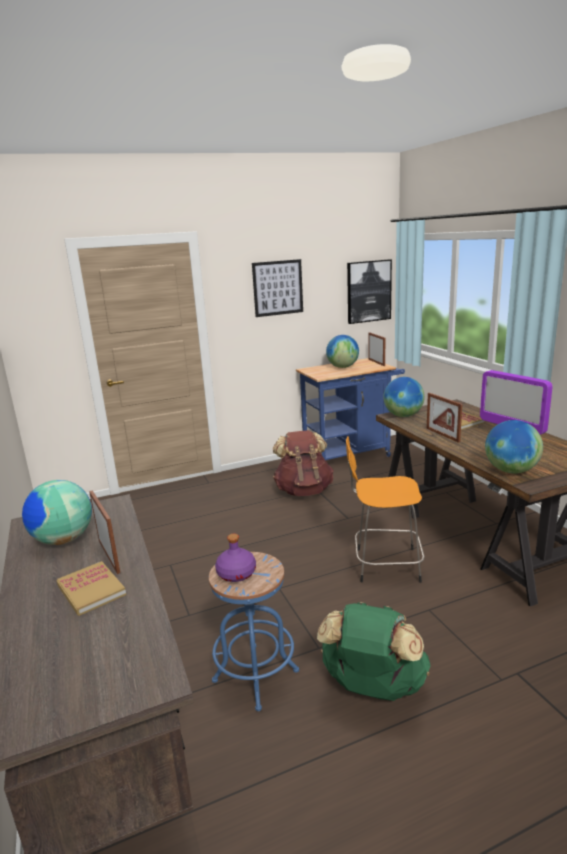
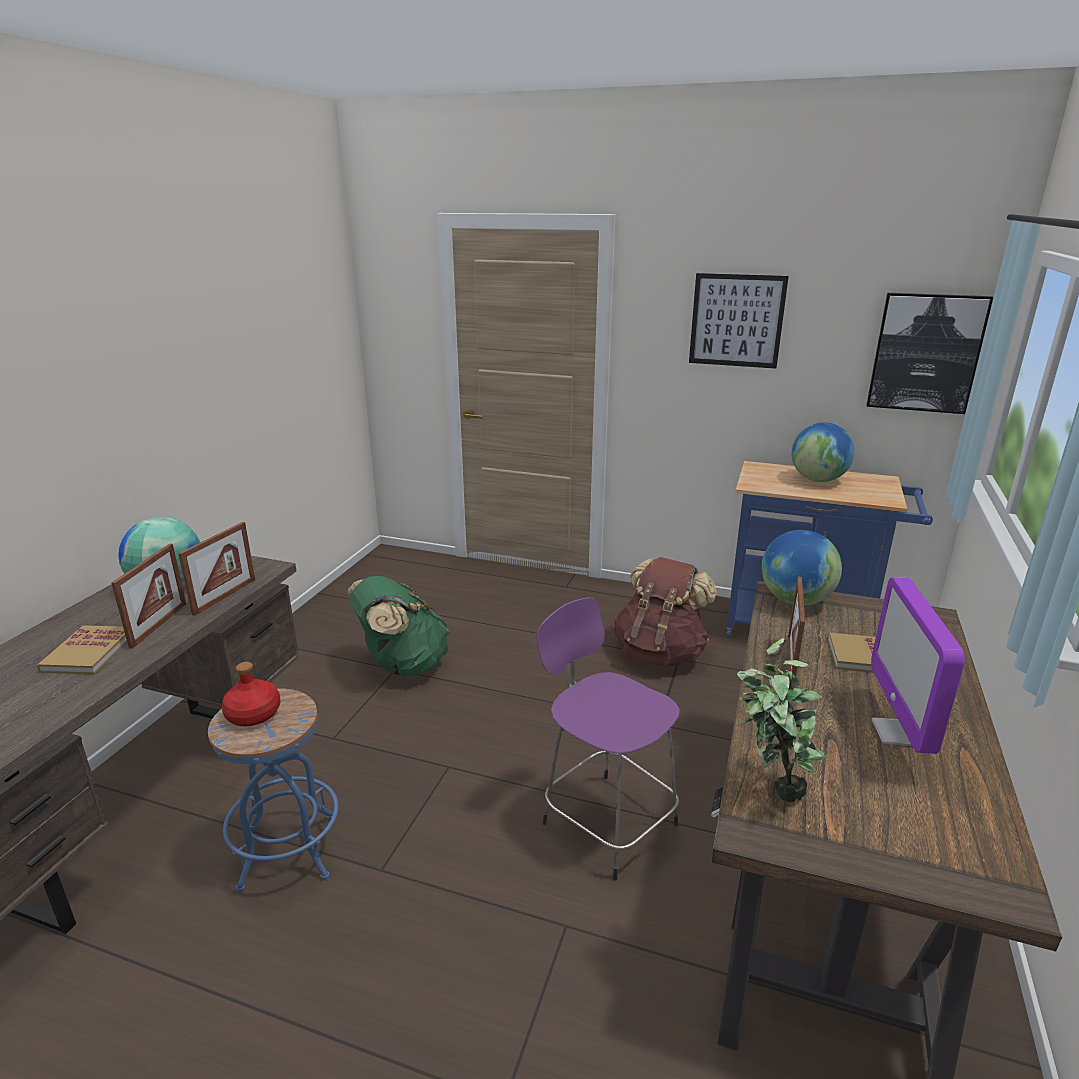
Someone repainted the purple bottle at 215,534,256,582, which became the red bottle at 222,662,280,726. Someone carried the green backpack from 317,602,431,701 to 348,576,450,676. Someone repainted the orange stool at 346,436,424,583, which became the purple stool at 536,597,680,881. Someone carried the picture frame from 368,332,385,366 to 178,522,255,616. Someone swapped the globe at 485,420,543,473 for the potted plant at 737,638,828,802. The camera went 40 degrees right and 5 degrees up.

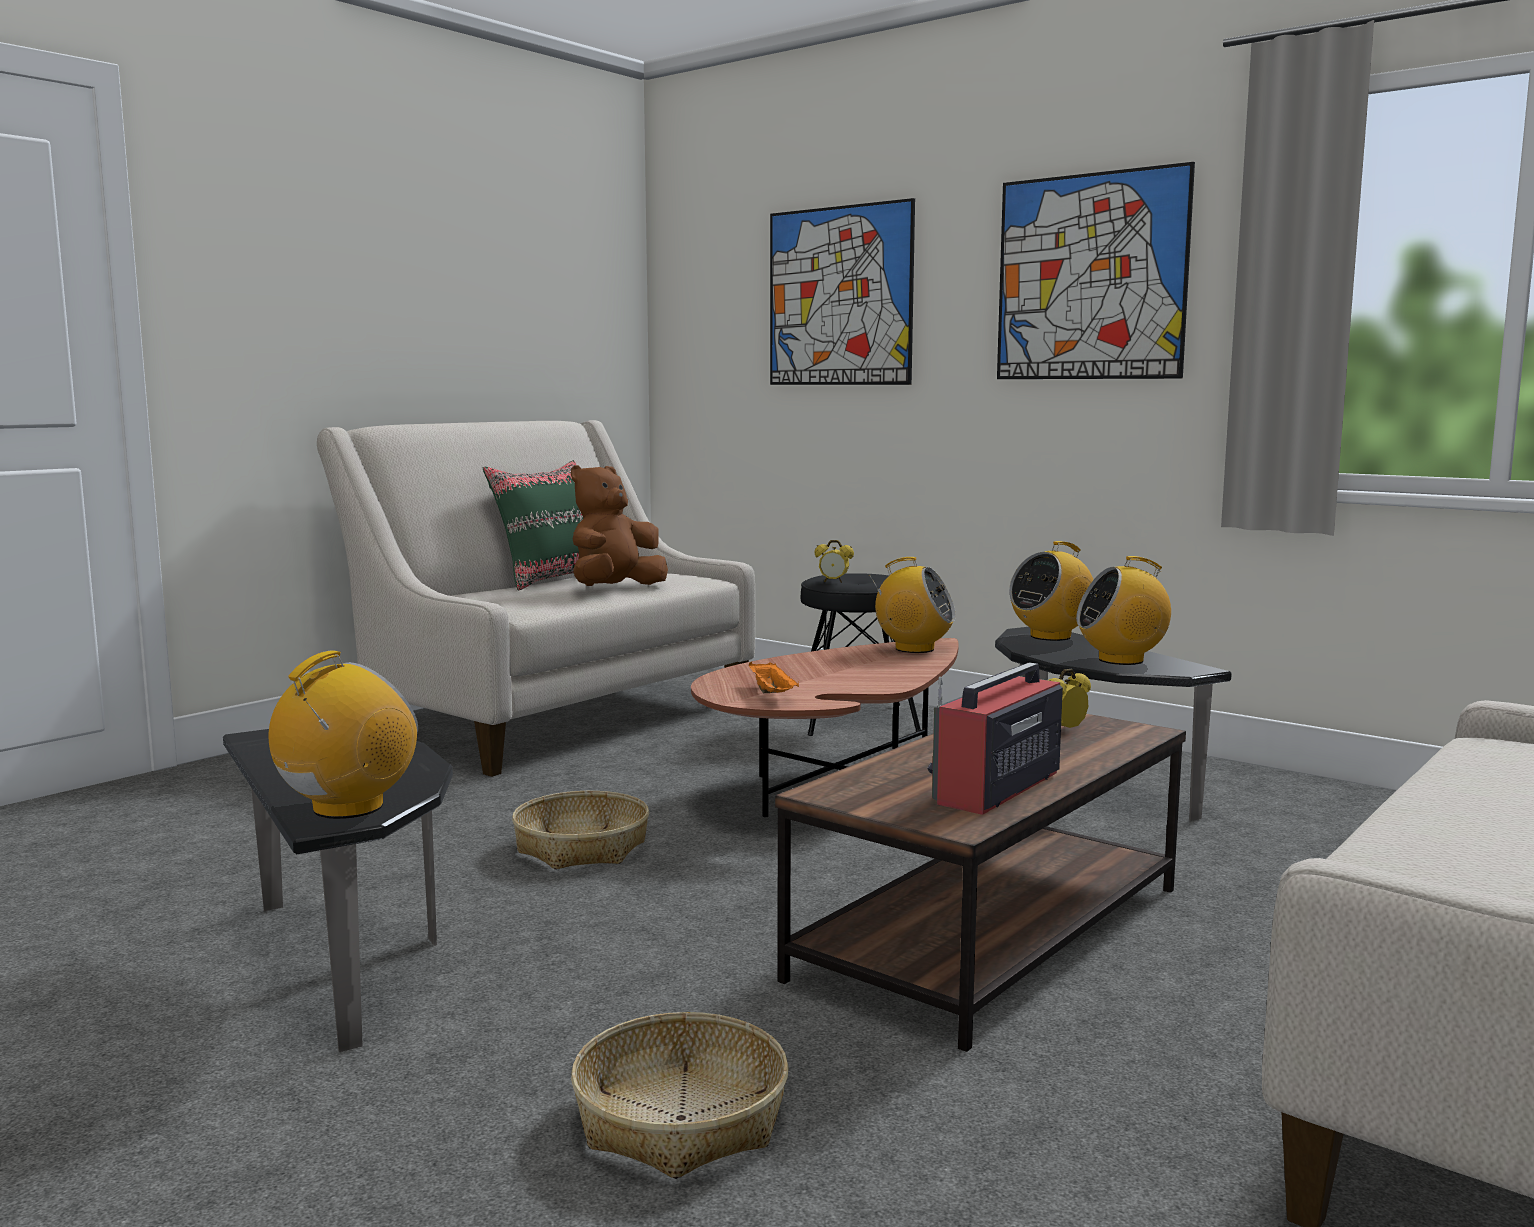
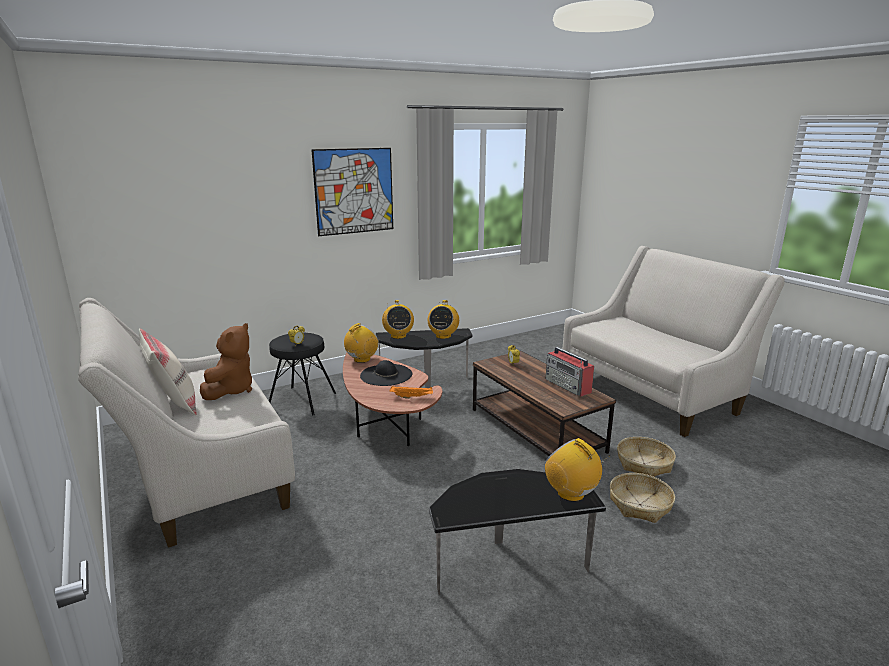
Someone repainted the green pillow at 483,460,583,591, which became the beige pillow at 139,328,196,415. Someone carried the basket from 512,791,649,869 to 617,437,676,477. Someone rotated the brown plush toy at 571,465,668,586 by 135 degrees counterclockwise. Someone took away the picture at 770,198,915,385. Someone put down the black hat at 360,360,412,386. The camera went 70 degrees left and 10 degrees up.

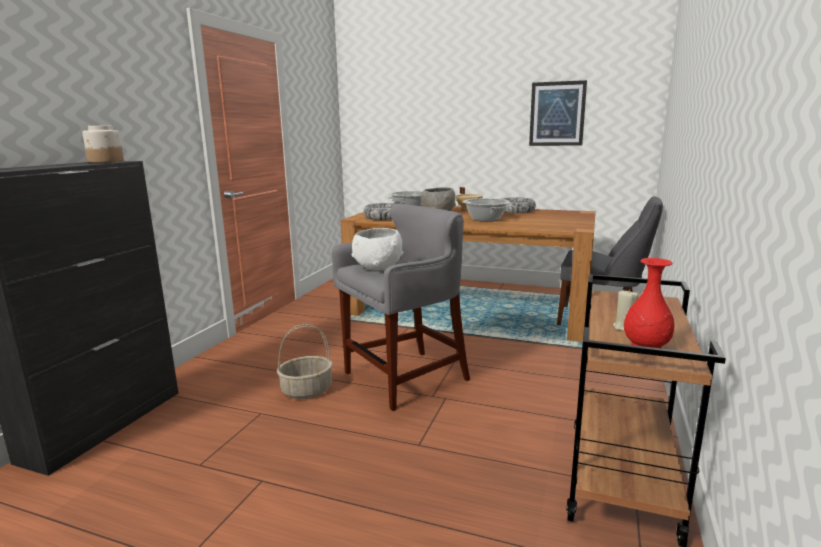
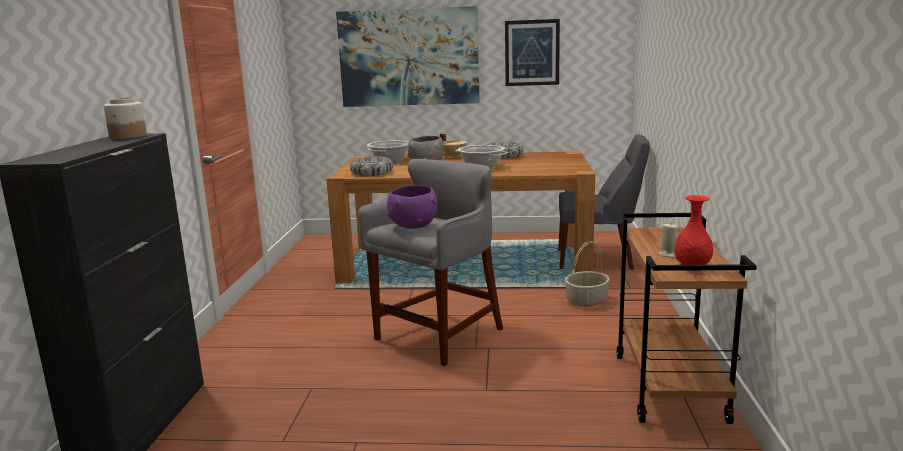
Someone carried the basket from 277,324,333,399 to 565,241,610,307. Someone repainted the white bowl at 351,228,403,271, which became the purple bowl at 387,185,438,229. Someone put up the picture at 336,6,480,107. The camera went 15 degrees left and 0 degrees up.

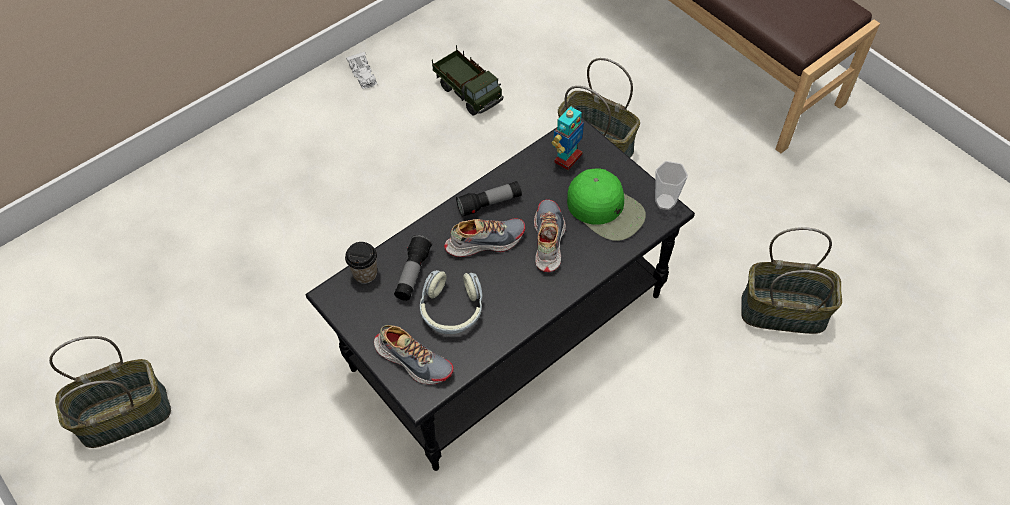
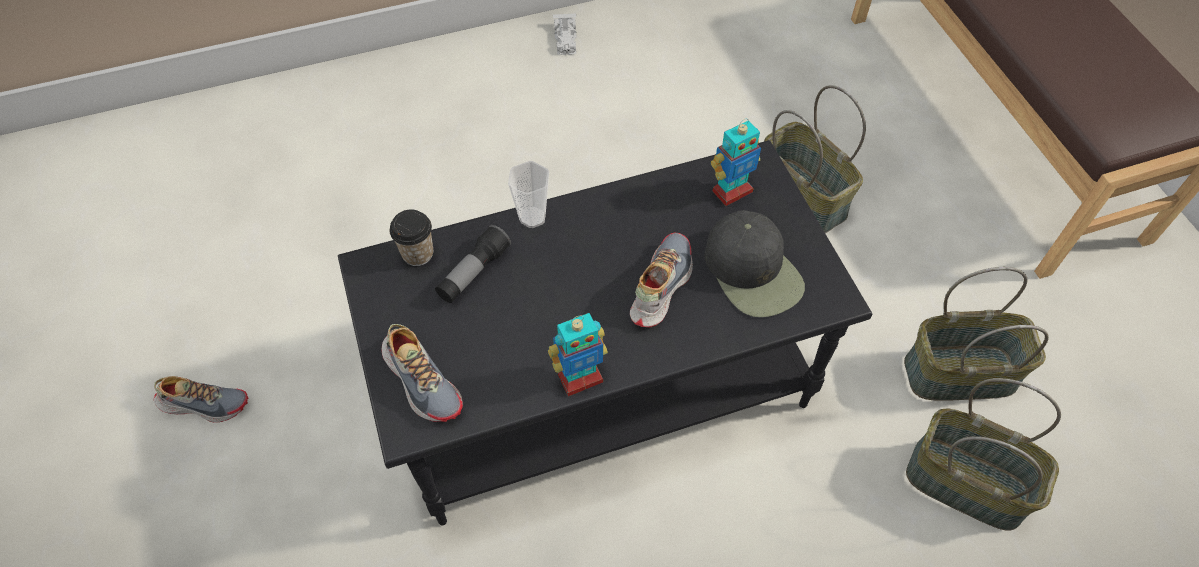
Someone carried the basket from 49,336,171,448 to 904,267,1049,401. Someone took away the headphones at 420,270,483,334. Someone took away the toy truck at 432,45,503,116. Someone carried the shoe from 444,218,525,257 to 154,376,248,423. Someone took away the flashlight at 456,181,522,217. Someone repainted the green cap at 567,168,646,241, which became the black cap at 705,210,805,317. Someone carried the cup from 655,161,688,210 to 508,161,549,228. Someone put down the toy robot at 548,313,608,396. The camera went 20 degrees right and 0 degrees up.

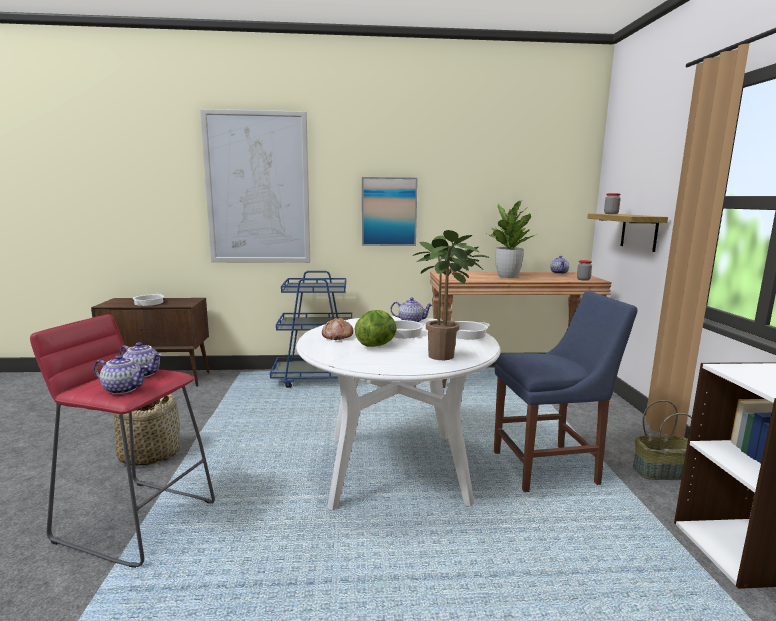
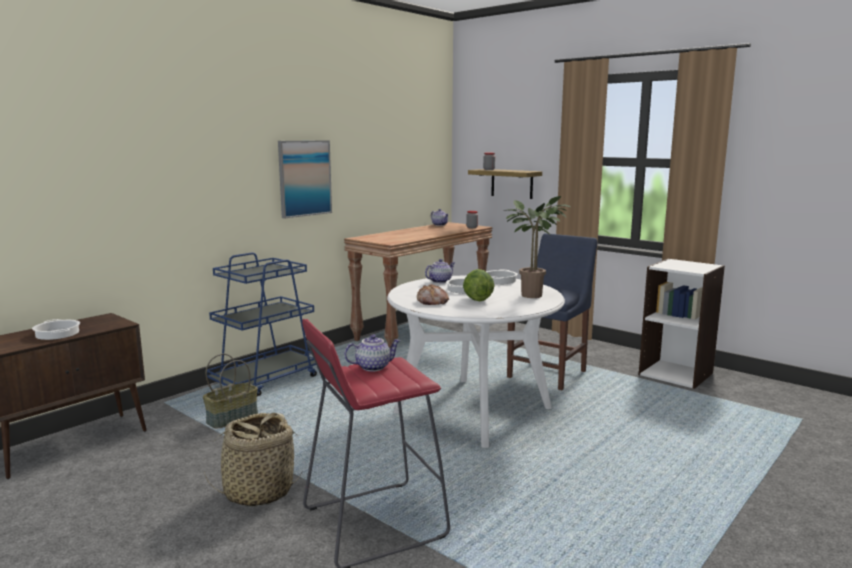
Someone took away the teapot at 94,355,148,394. Someone took away the picture at 200,109,310,263. Someone took away the potted plant at 488,201,537,278. Someone carried the basket from 633,400,692,480 to 203,353,258,428. The camera went 45 degrees left and 0 degrees up.

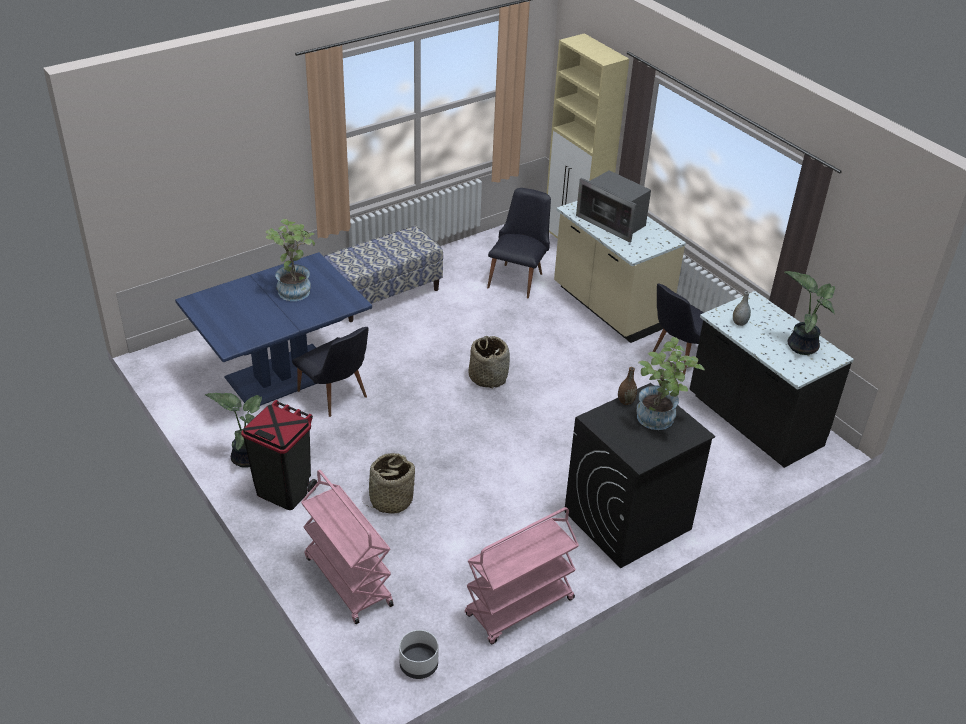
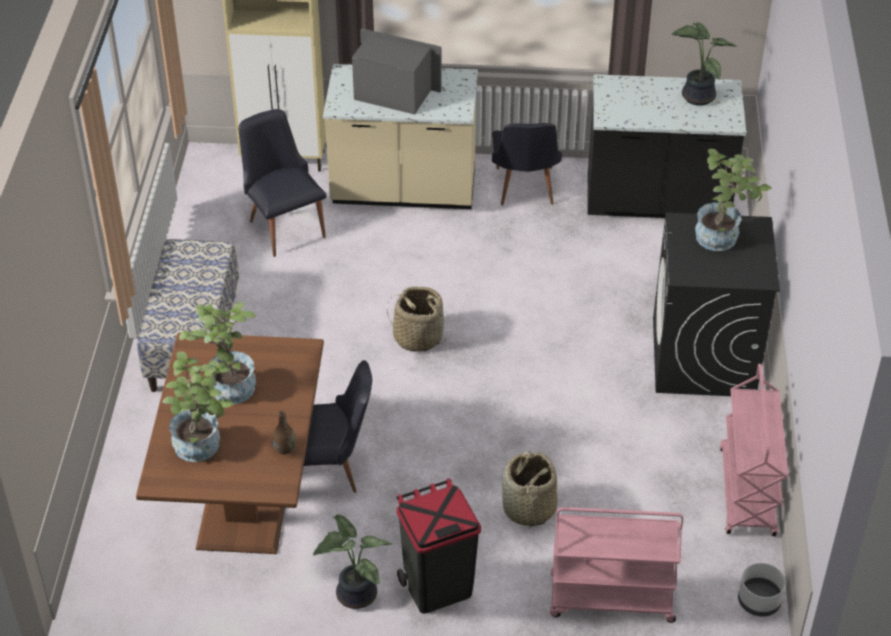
Someone repainted the blue dining table at 175,252,372,406, which became the brown dining table at 136,333,324,554. Someone rotated the microwave at 576,170,651,243 by 150 degrees counterclockwise. Someone carried the brown vase from 618,367,637,405 to 273,411,296,455. Someone took away the grey vase at 733,291,751,326. Someone put down the potted plant at 162,351,233,462. The camera went 50 degrees left and 5 degrees up.

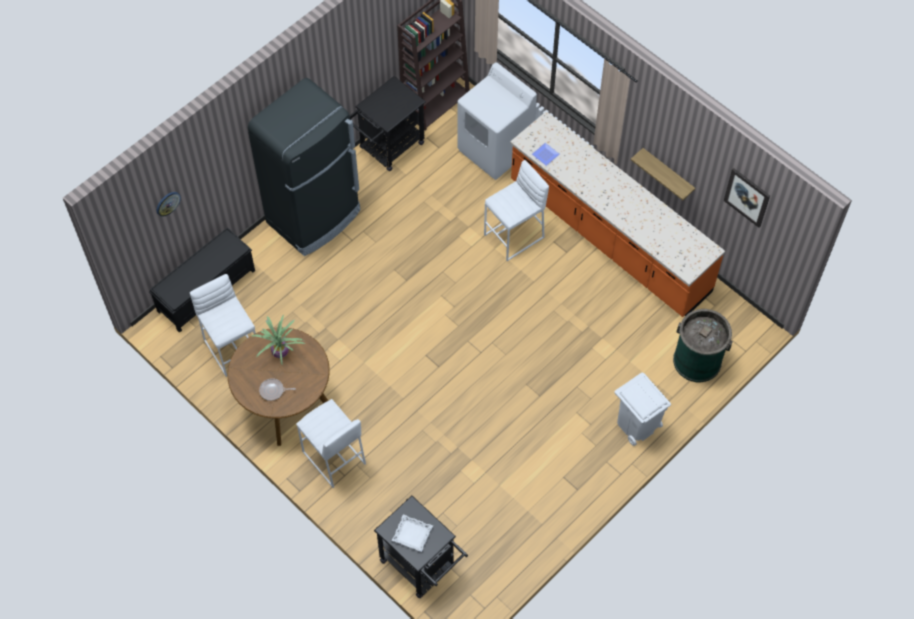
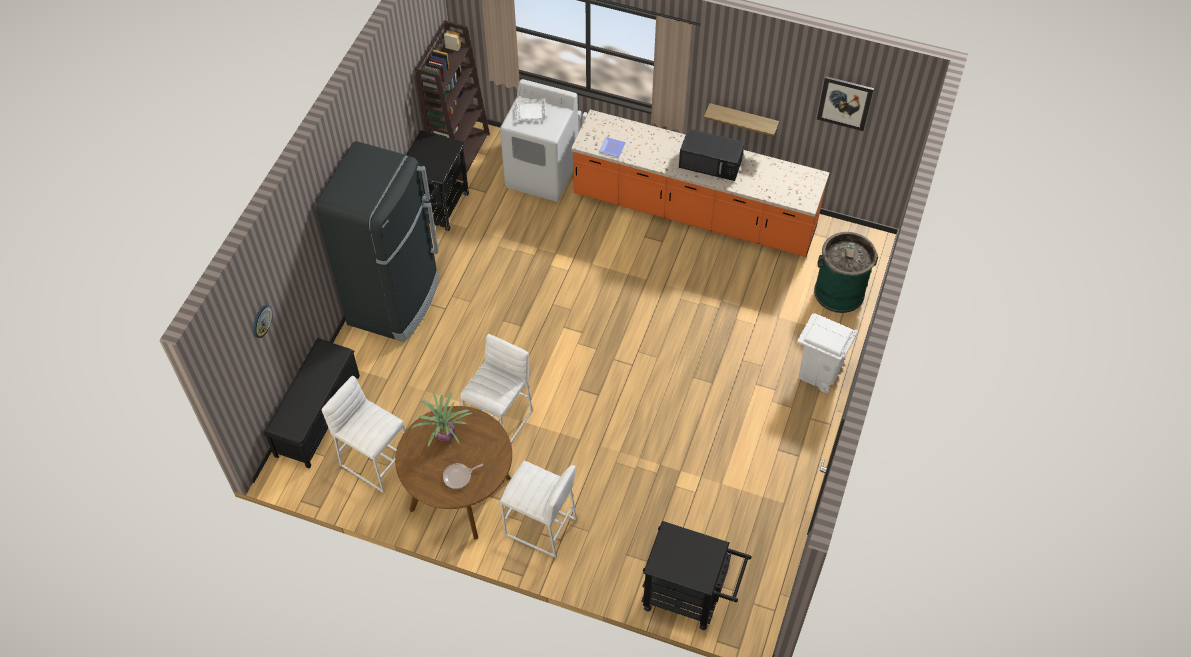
Someone carried the white tray from 391,514,433,552 to 515,98,546,120. Someone carried the white stool from 484,160,549,261 to 461,334,533,443. Someone put down the black microwave at 679,128,745,181. The camera went 25 degrees left and 5 degrees down.

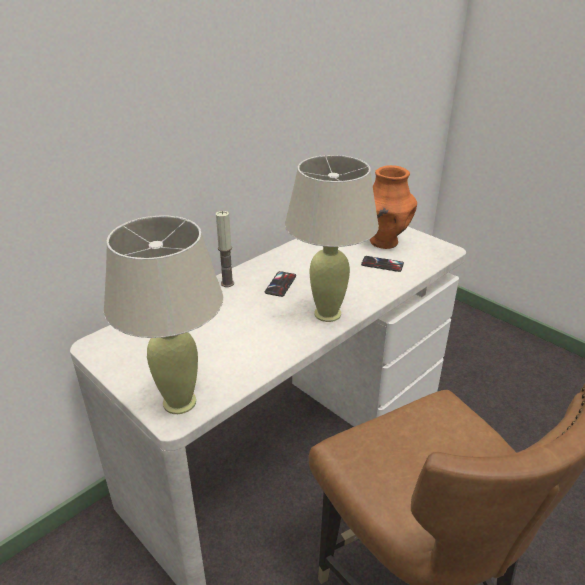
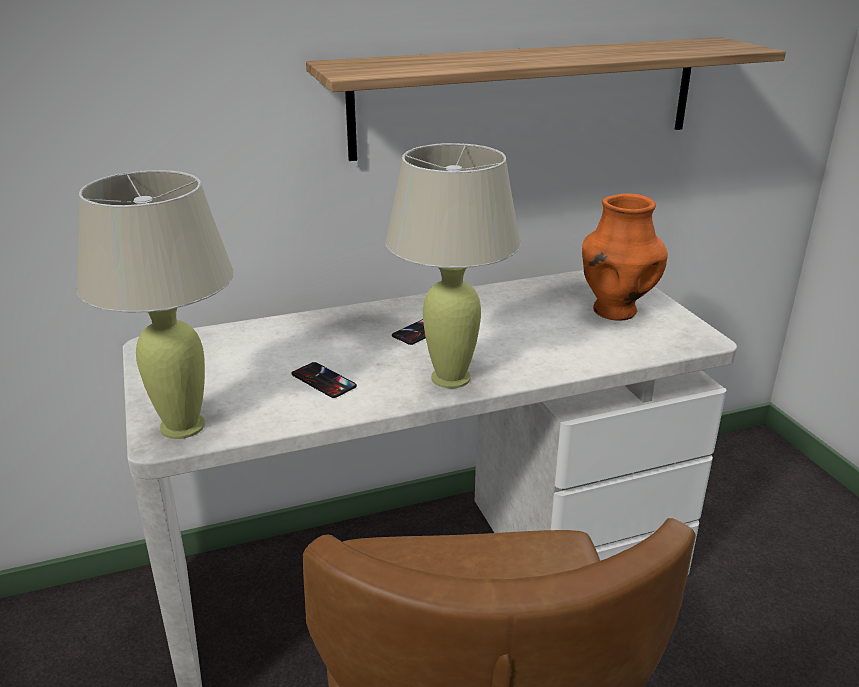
Someone took away the candle at 216,211,234,287. Someone carried the phone from 361,256,404,272 to 292,362,357,398. Someone put up the shelf at 306,37,786,161. The camera went 25 degrees right and 5 degrees down.

